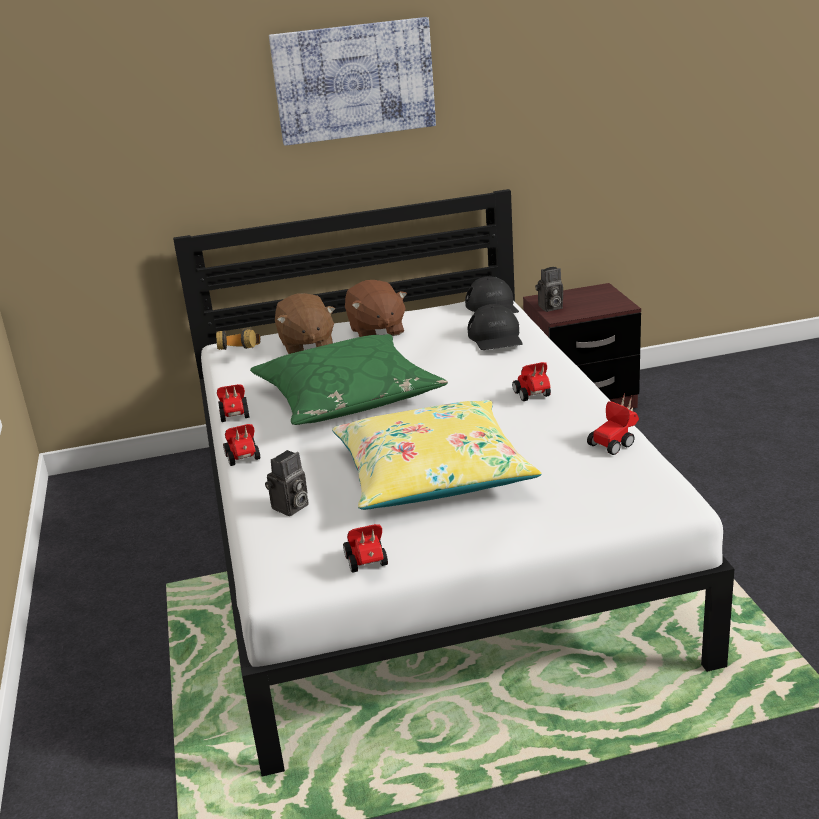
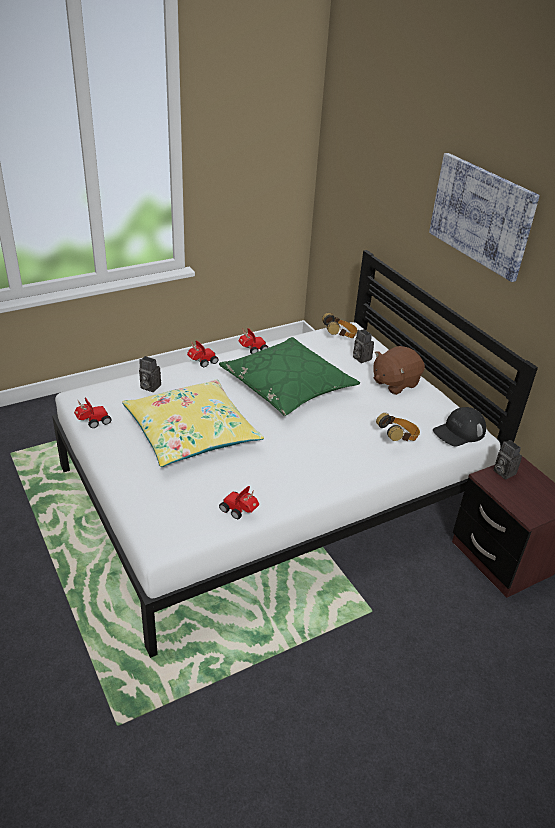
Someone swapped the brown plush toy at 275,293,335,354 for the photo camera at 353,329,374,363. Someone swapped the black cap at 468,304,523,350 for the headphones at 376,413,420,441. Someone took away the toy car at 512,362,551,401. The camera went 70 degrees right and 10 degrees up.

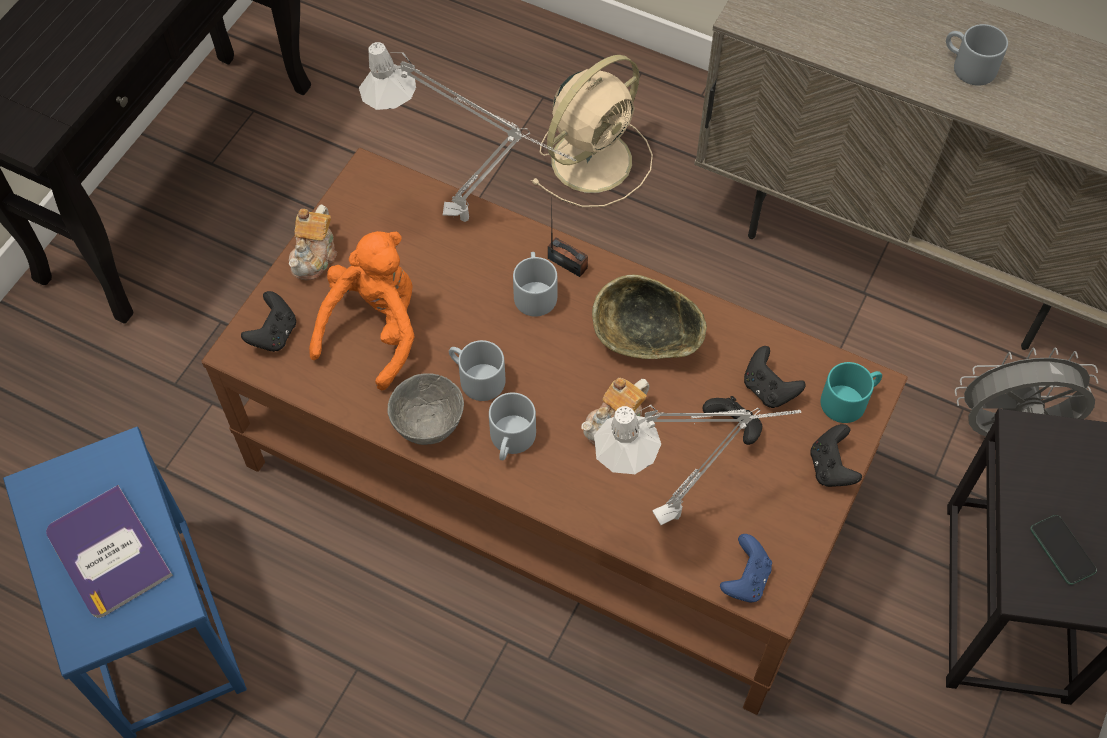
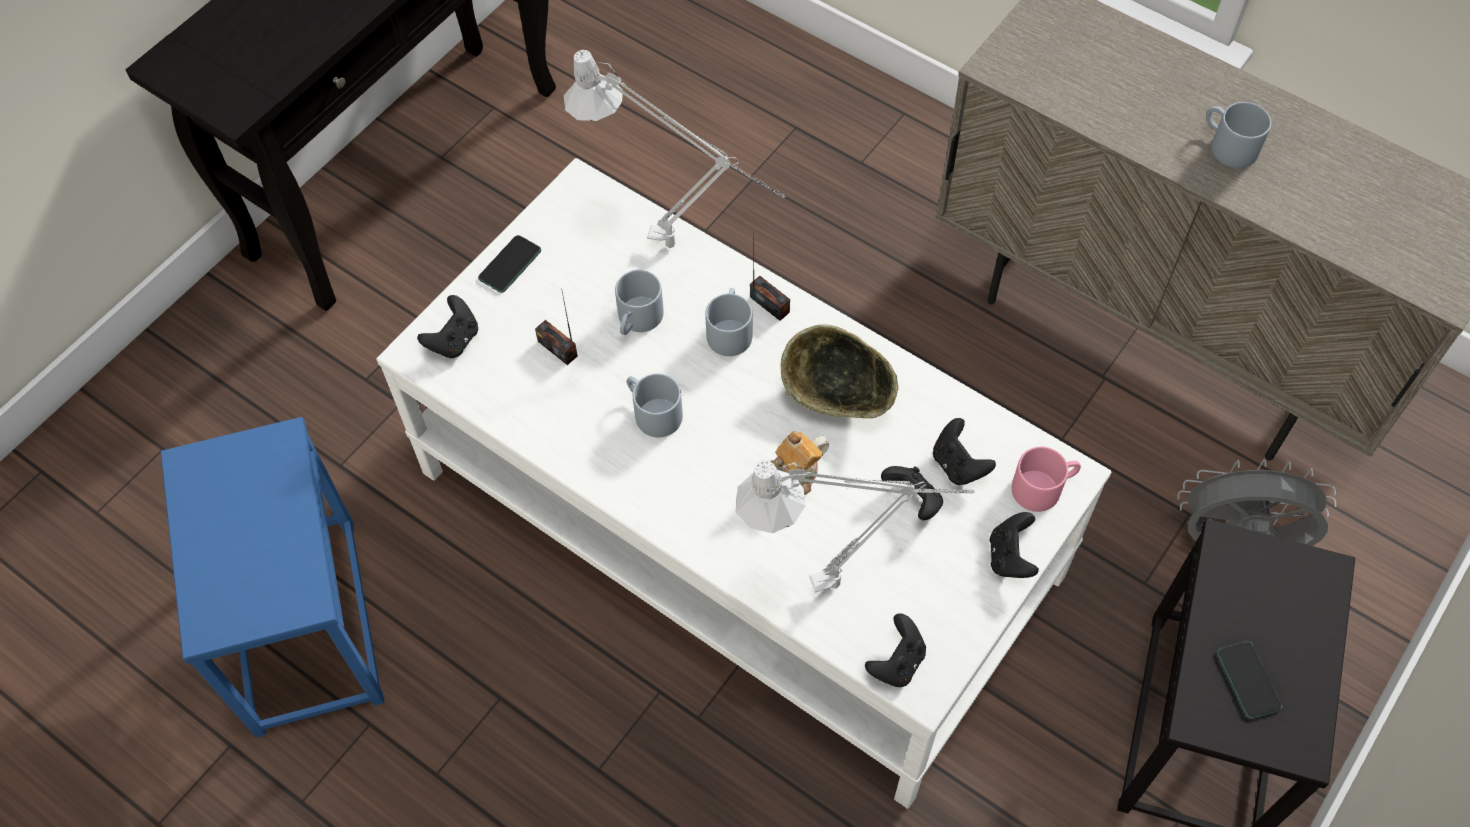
Someone took away the book at 46,485,173,618. Someone repainted the brown coffee table at 202,148,908,715, which became the white coffee table at 376,158,1112,809. Someone swapped the teapot at 288,205,337,280 for the phone at 478,235,541,293. Someone swapped the orange plush toy at 309,231,415,391 for the radio at 535,292,578,365. Someone took away the grey bowl at 387,373,464,445. Someone carried the grey mug from 489,393,536,460 to 615,270,664,335. Someone took away the beige fan at 531,55,653,207. Someone repainted the blue game controller at 720,534,772,602, which became the black game controller at 865,613,926,687. Someone repainted the turquoise mug at 820,362,882,423, which became the pink mug at 1012,447,1081,512. The camera went 10 degrees right and 0 degrees up.

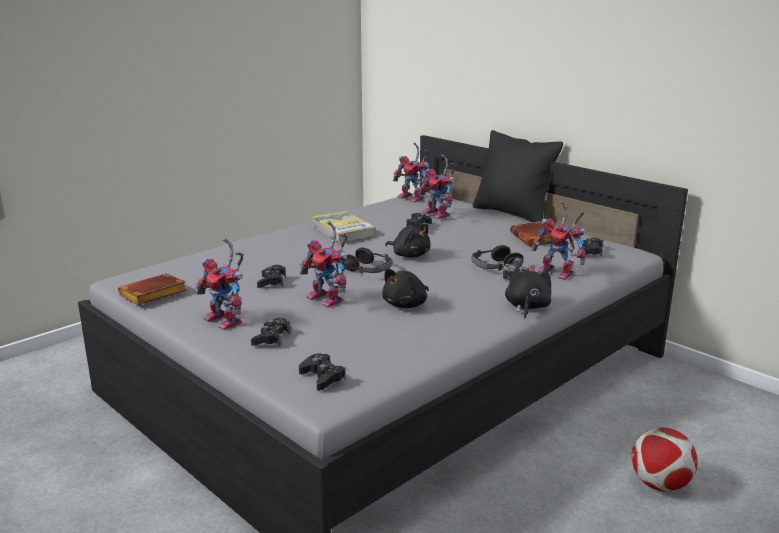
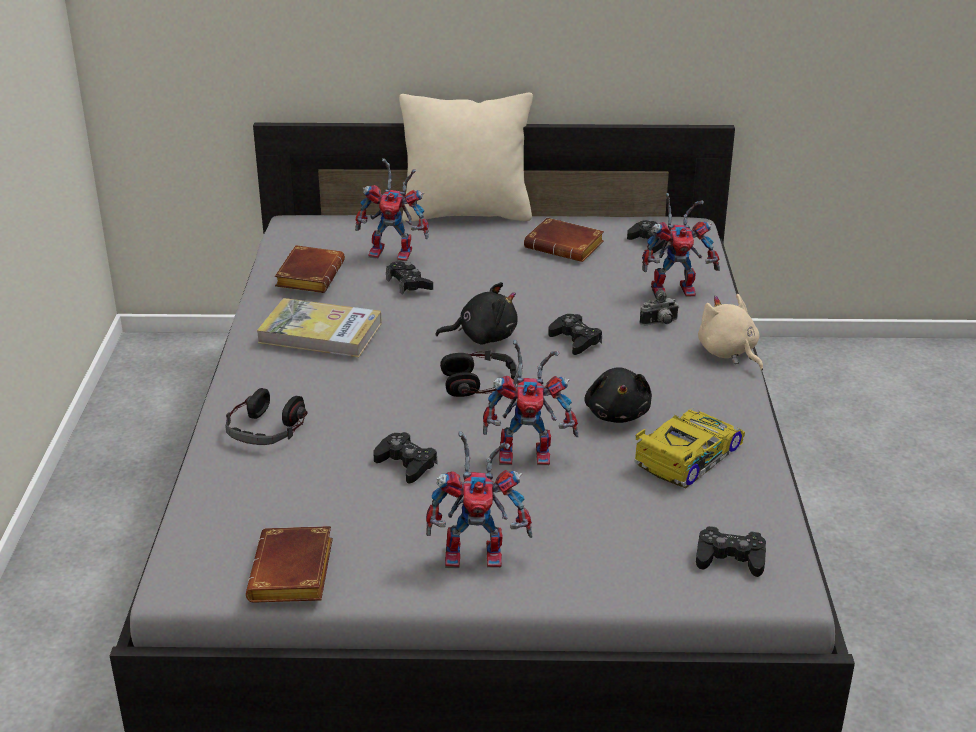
Someone carried the black game controller from 251,318,291,347 to 548,314,602,355. Someone took away the toy robot at 393,142,429,203. Someone carried the headphones from 472,245,523,271 to 226,388,308,445. Someone repainted the black pillow at 473,130,563,222, which became the beige pillow at 399,93,533,222. Someone repainted the black plush toy at 505,265,551,319, which became the beige plush toy at 698,294,763,371. Someone took away the football at 632,427,698,492. Someone put down the brown book at 275,245,345,293. Someone put down the toy car at 635,409,745,488. The camera went 45 degrees left and 10 degrees up.

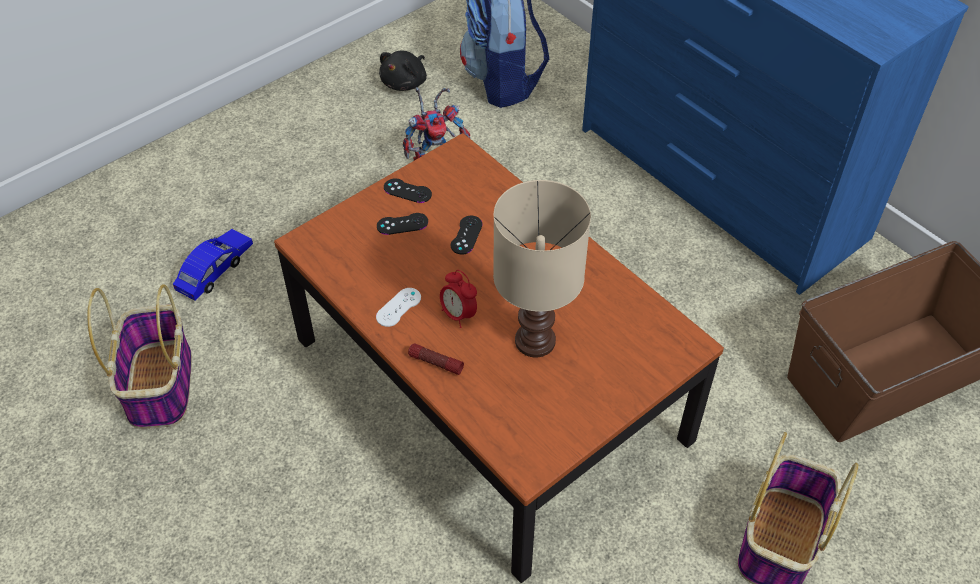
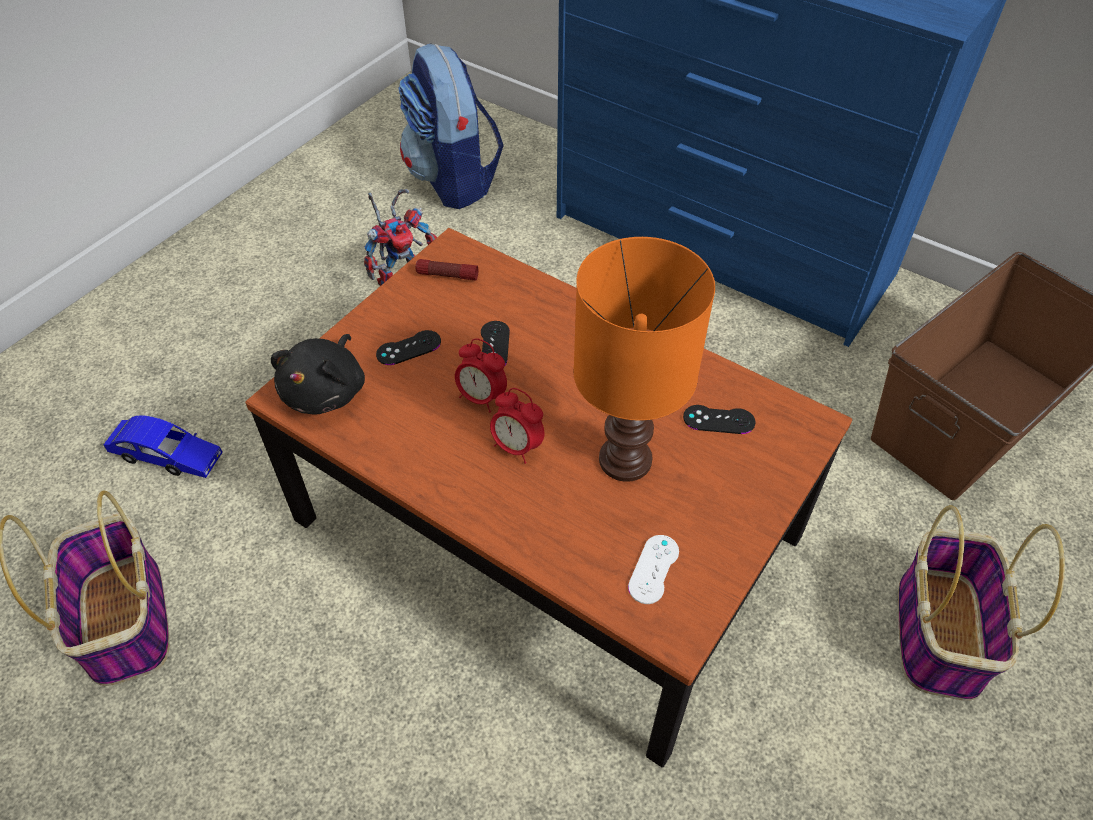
Someone rotated the blue toy car at 173,229,253,301 by 90 degrees clockwise. Someone carried the white game controller from 376,288,421,327 to 628,535,679,604. Someone carried the black plush toy from 379,50,427,91 to 271,334,365,414. Someone carried the black game controller from 384,178,432,203 to 683,405,756,434. Someone carried the flashlight from 408,343,464,375 to 415,259,478,281. Someone repainted the beige table lamp at 493,180,591,357, which became the orange table lamp at 573,237,715,482. Someone put down the alarm clock at 455,338,507,412. The camera went 15 degrees left and 0 degrees up.

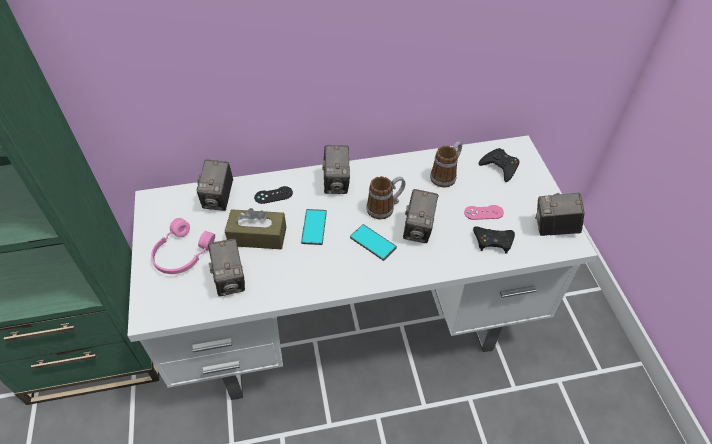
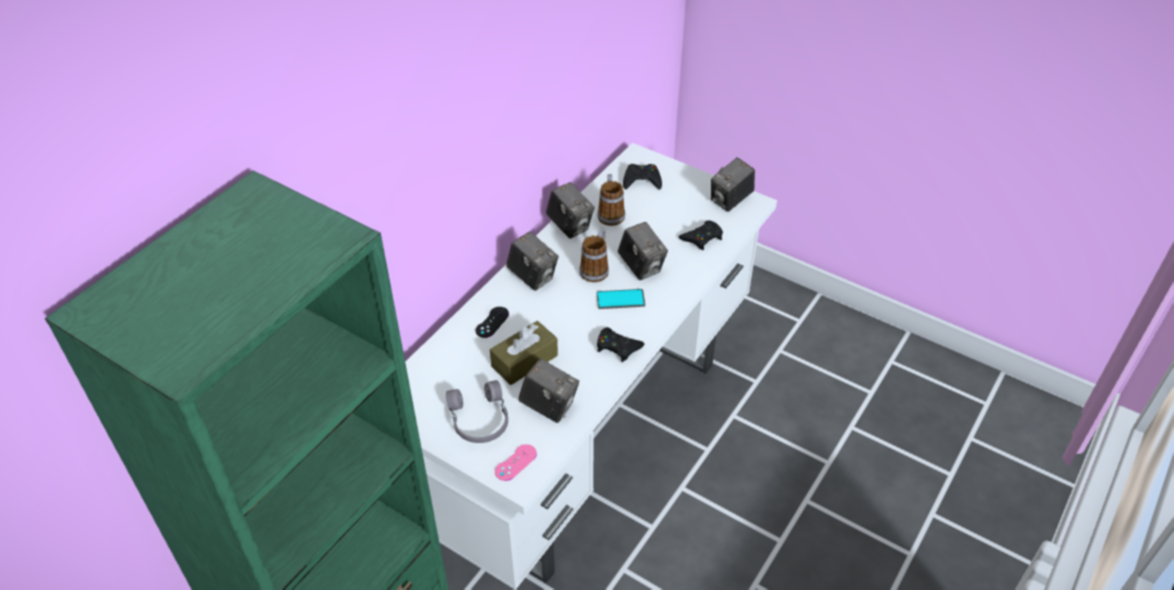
Someone repainted the pink headphones at 151,218,215,274, which became the grey headphones at 446,380,508,443. Someone carried the photo camera from 197,159,233,211 to 546,182,594,239. Someone took away the phone at 301,209,327,245. Someone carried the pink game controller from 464,205,504,220 to 495,444,537,481. Someone put down the black game controller at 597,327,644,362. The camera went 45 degrees left and 5 degrees down.

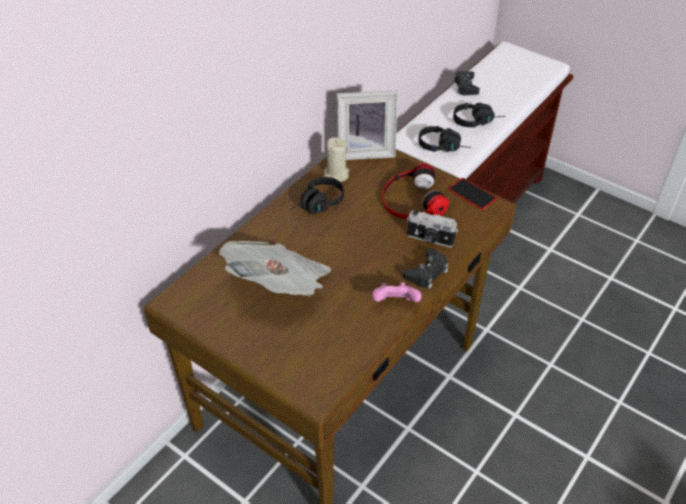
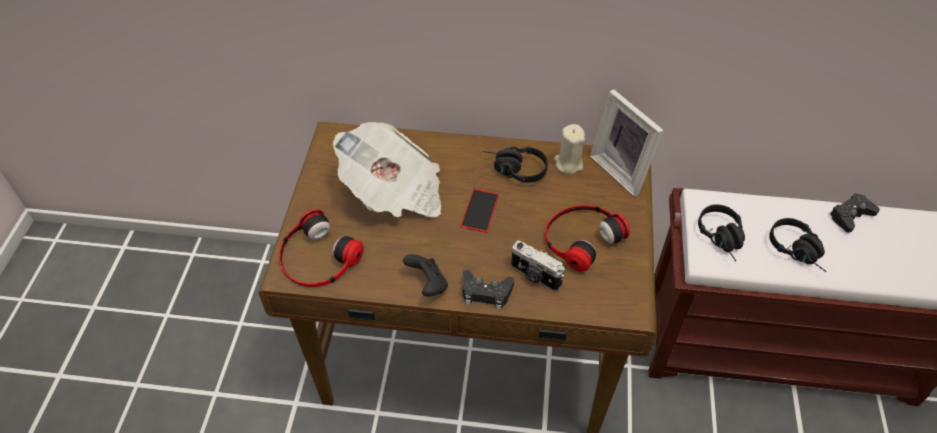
Someone repainted the pink game controller at 372,283,421,302, which became the black game controller at 403,254,448,297. Someone rotated the photo camera at 407,210,458,247 by 45 degrees counterclockwise. Someone carried the phone from 448,178,497,210 to 460,189,499,233. Someone put down the headphones at 279,209,364,287. The camera went 60 degrees right and 5 degrees up.

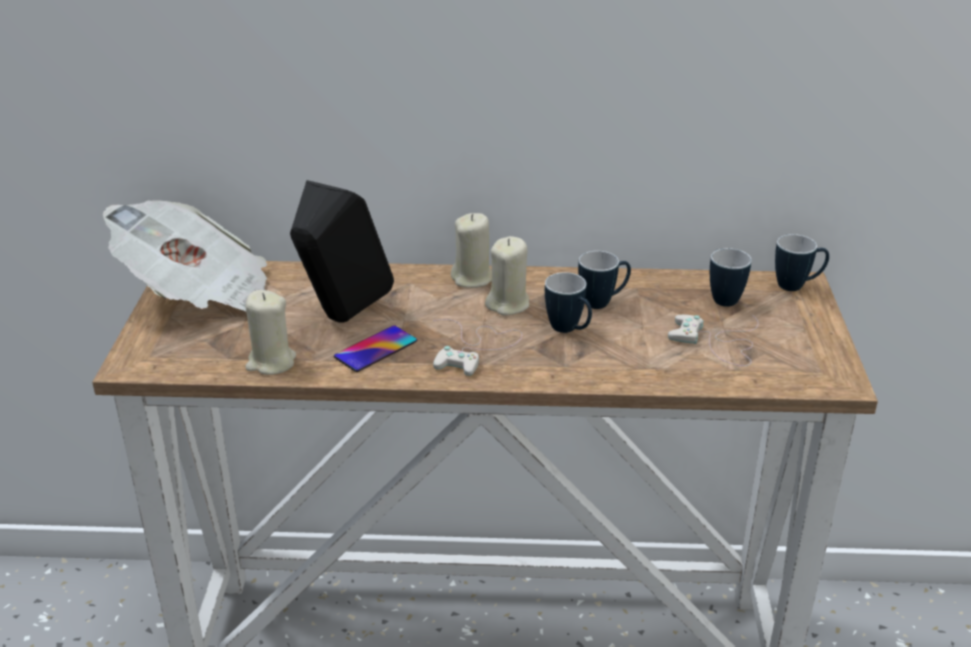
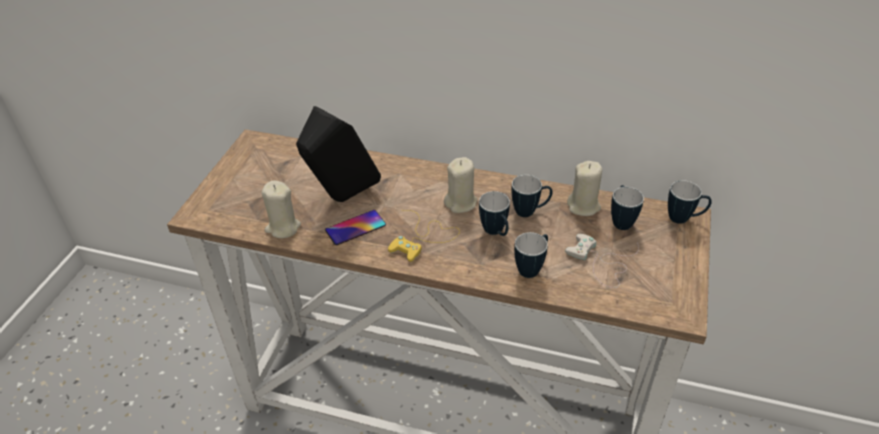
Someone took away the newspaper at 103,200,267,311. Someone repainted the white game controller at 433,319,522,376, which became the yellow game controller at 388,210,460,262. Someone carried the beige candle from 451,213,492,288 to 567,161,602,216. Someone put down the mug at 514,232,548,278. The camera went 15 degrees right and 10 degrees up.

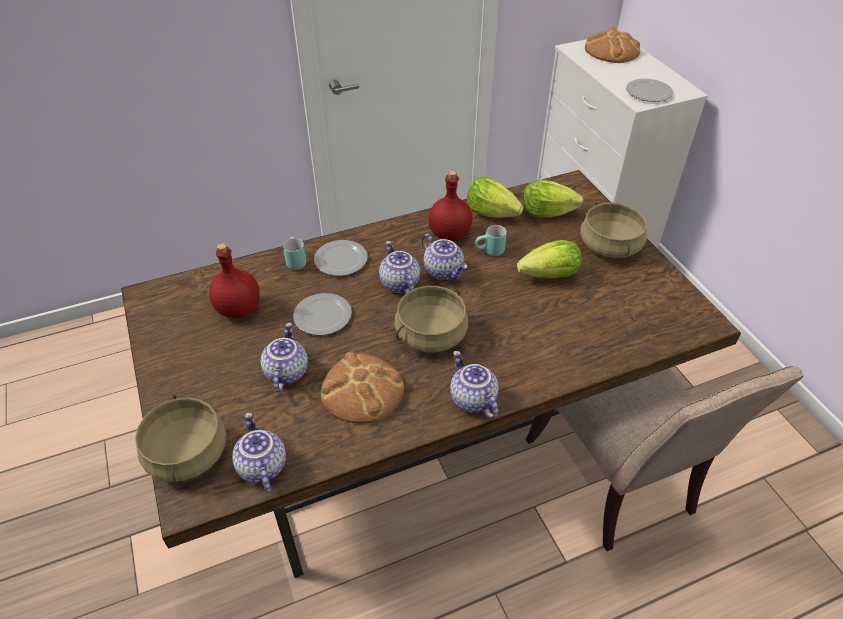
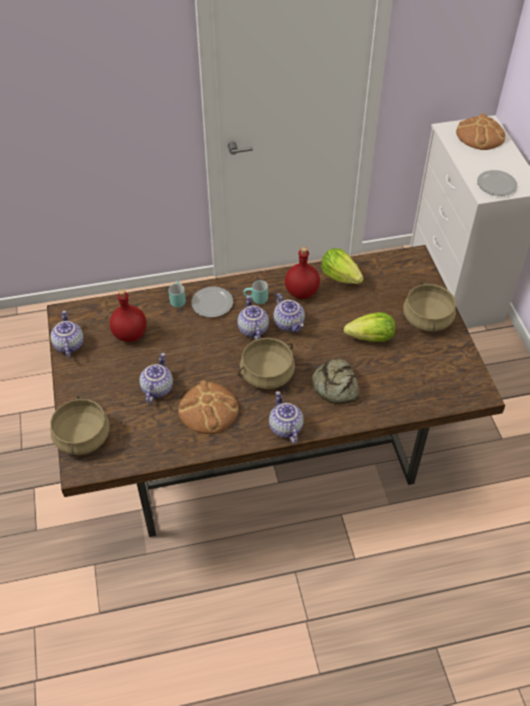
Someone carried the teapot from 232,412,286,493 to 51,310,84,358. Someone took away the plate at 293,293,352,335. Someone carried the turquoise mug from 475,225,507,256 to 243,280,268,304. Someone took away the lettuce at 523,180,583,217. Someone took away the beige chair at 526,366,804,551. Someone put down the bread at 311,359,360,404. The camera went 10 degrees right and 5 degrees up.

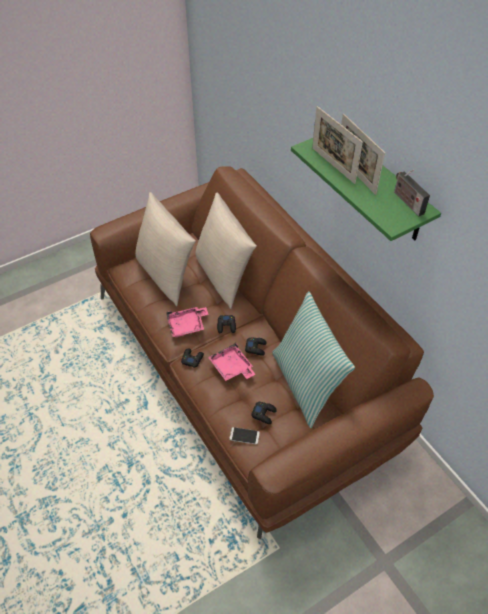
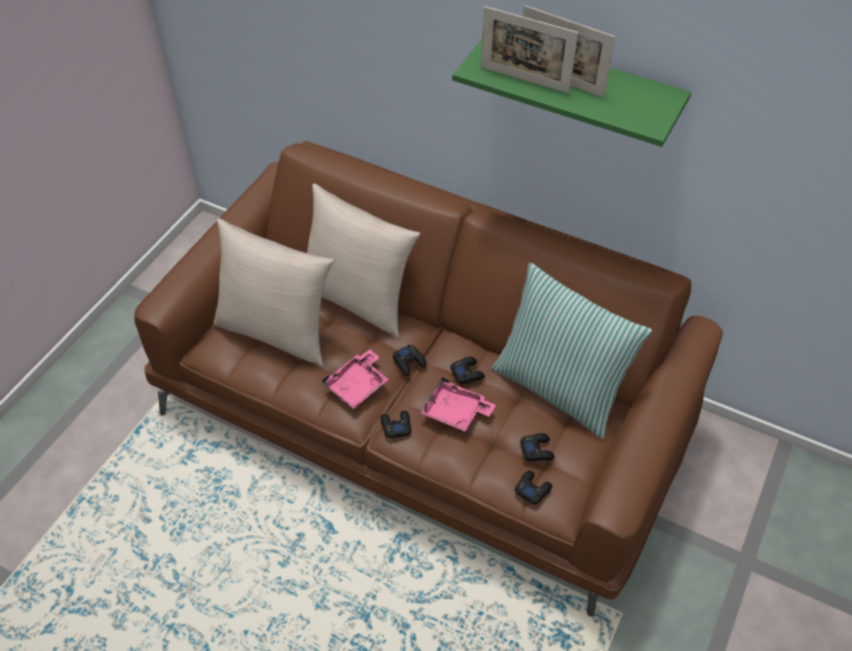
Someone swapped the phone at 229,427,260,444 for the black game controller at 515,471,552,505. Someone took away the radio at 394,170,430,216. The camera went 30 degrees left and 0 degrees up.

